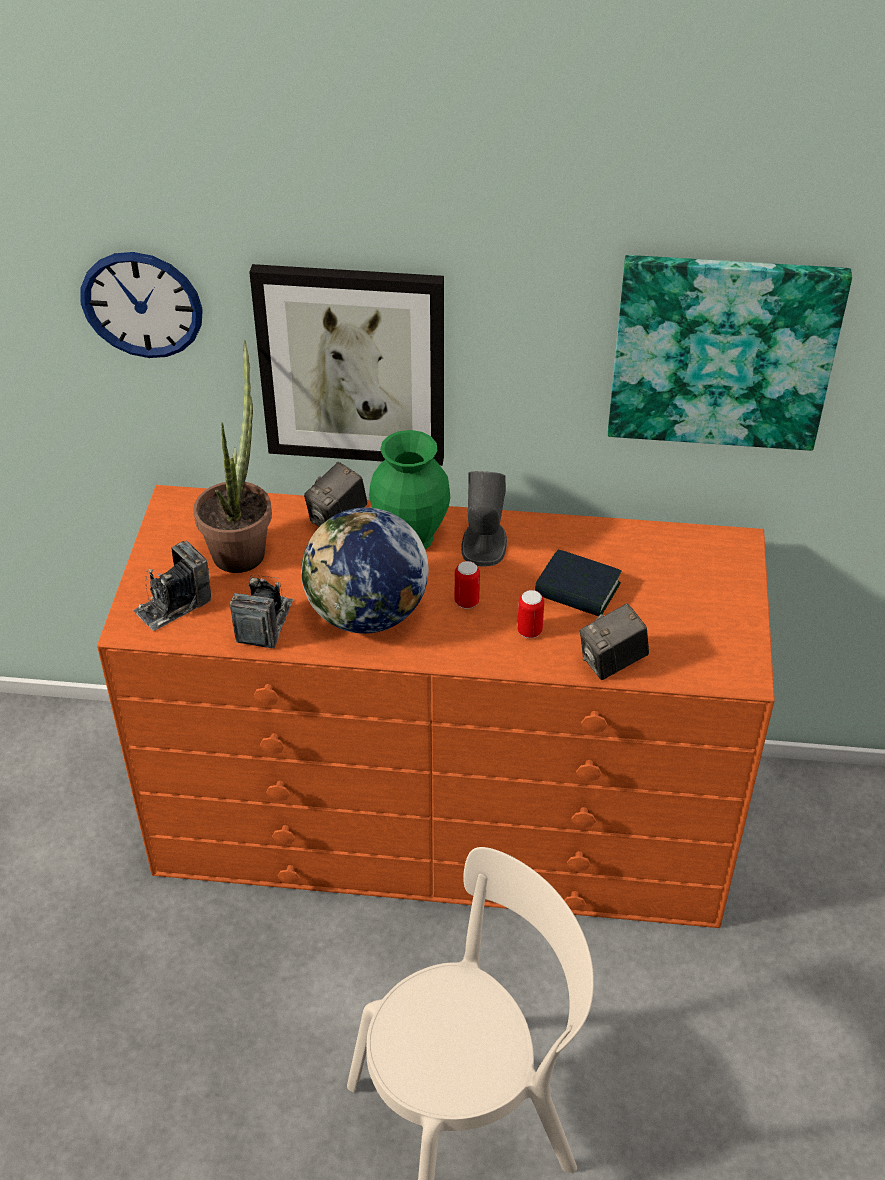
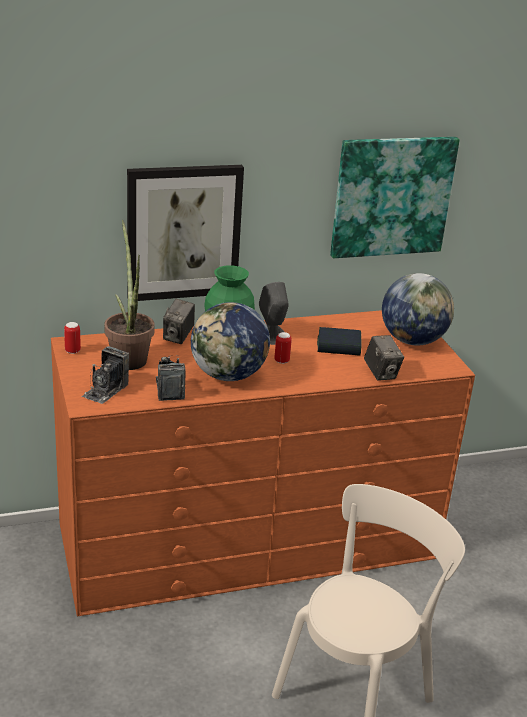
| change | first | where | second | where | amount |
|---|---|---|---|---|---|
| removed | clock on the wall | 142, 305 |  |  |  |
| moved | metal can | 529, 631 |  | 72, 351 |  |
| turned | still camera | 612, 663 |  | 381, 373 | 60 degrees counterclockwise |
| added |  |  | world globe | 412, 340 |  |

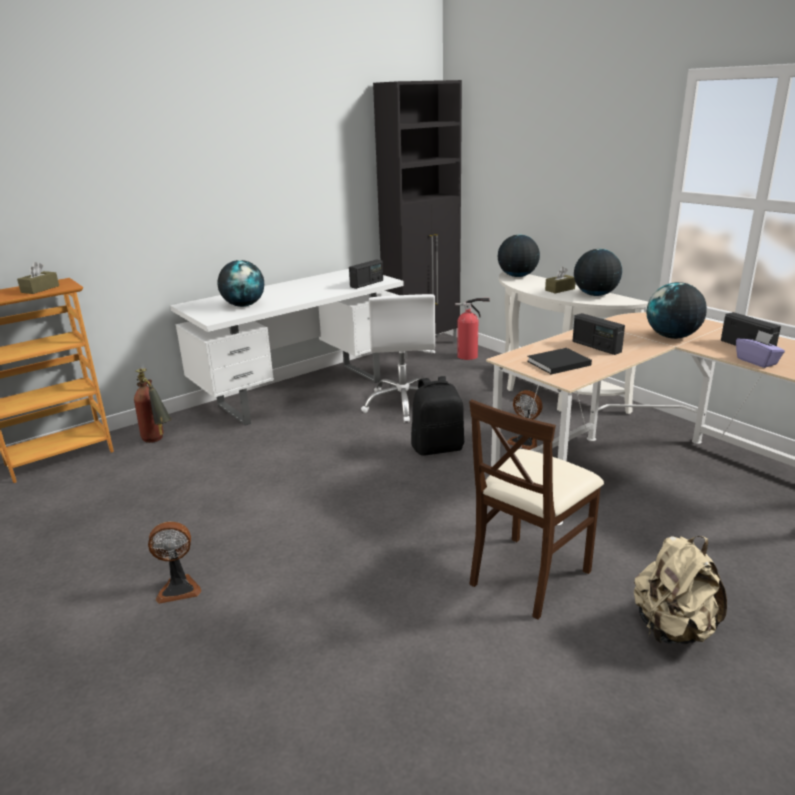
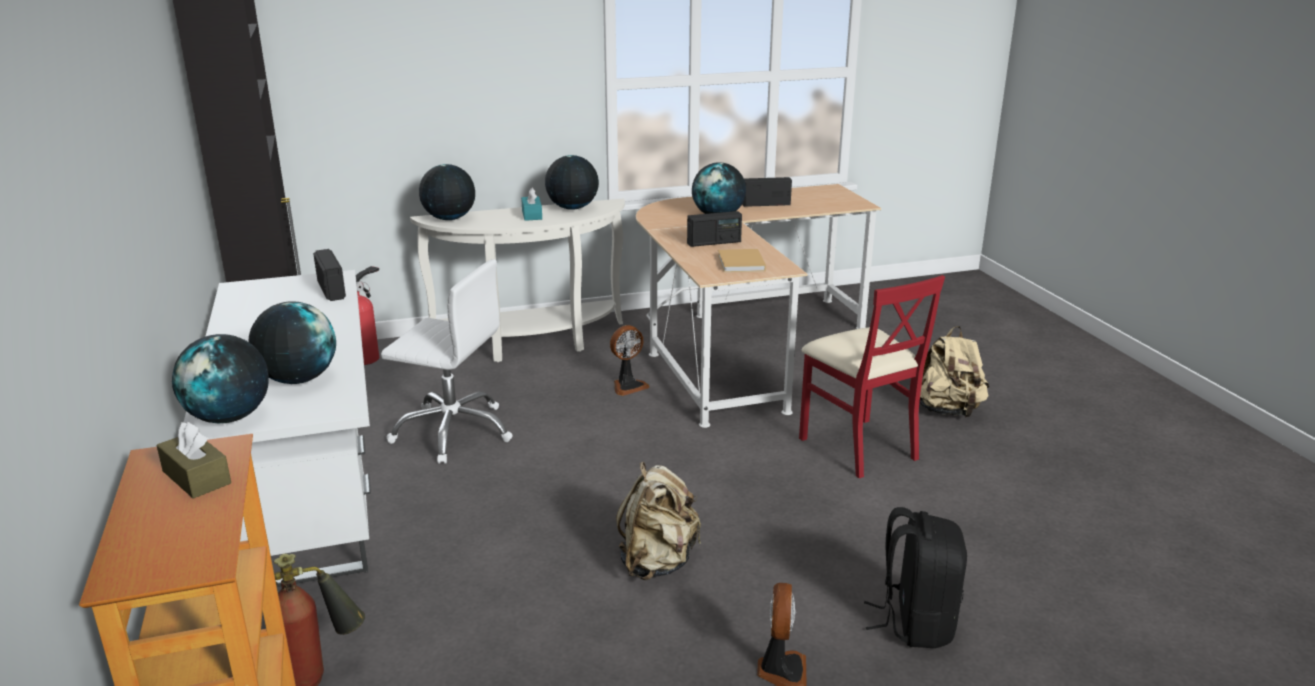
| change | first | where | second | where | amount |
|---|---|---|---|---|---|
| moved | rucksack (black-coloured) | 437, 448 |  | 915, 622 |  |
| recoloured | chair (sand-coloured) | 528, 575 | chair (red-coloured) | 858, 447 |  |
| recoloured | bound book (black-coloured) | 557, 363 | bound book (sand-coloured) | 741, 263 |  |
| recoloured | tissue box (brown-coloured) | 560, 289 | tissue box (turquoise-coloured) | 532, 215 |  |
| removed | tissue box (purple-coloured) | 757, 361 |  |  |  |
| added |  |  | world globe | 229, 417 |  |
| added |  |  | rucksack (sand-coloured) | 657, 562 |  |

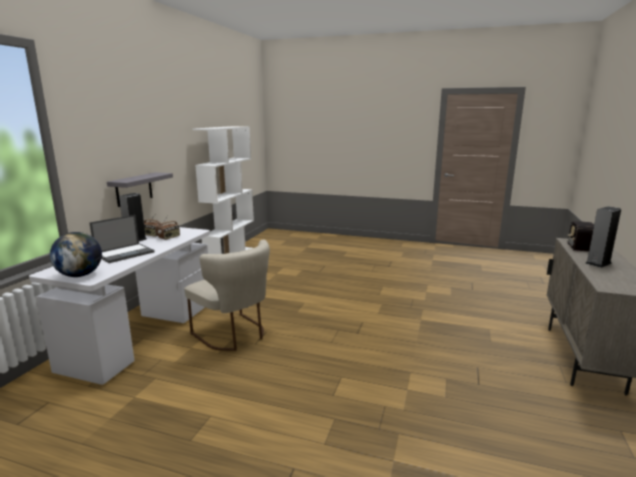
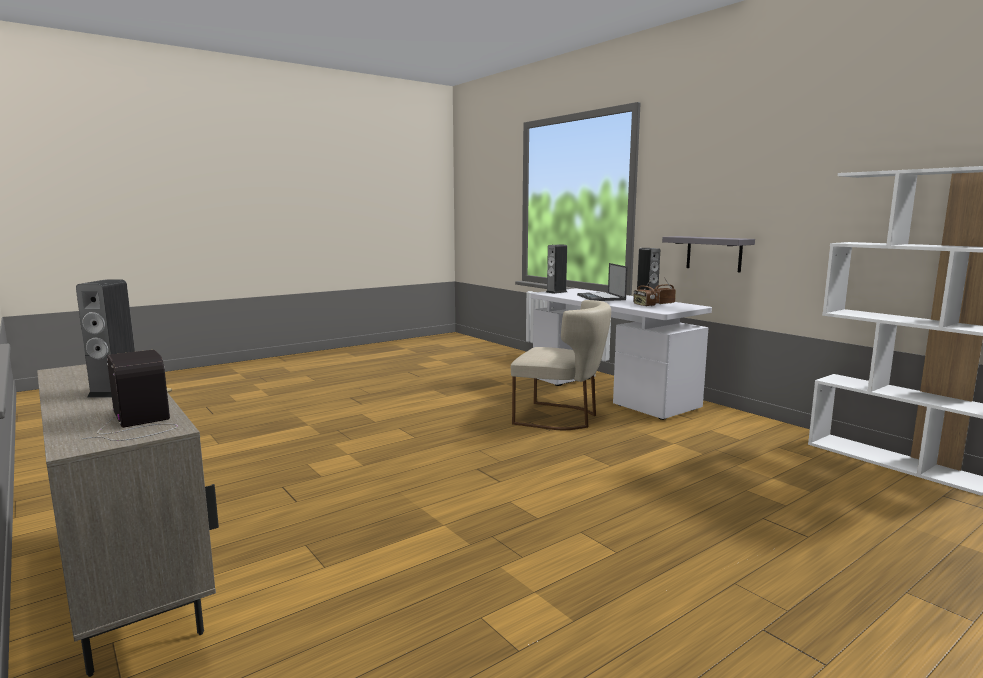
| change | first | where | second | where | amount |
|---|---|---|---|---|---|
| replaced | world globe | 80, 275 | audio speaker | 556, 292 |  |
| turned | chair (sand-coloured) | 234, 335 |  | 561, 418 | 150 degrees counterclockwise |

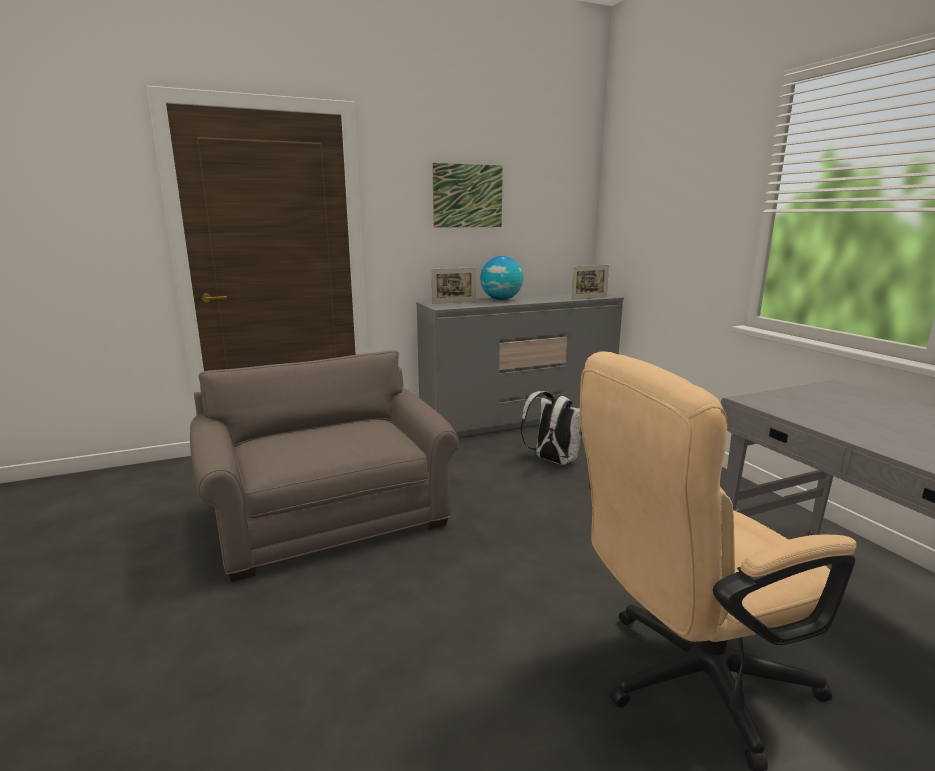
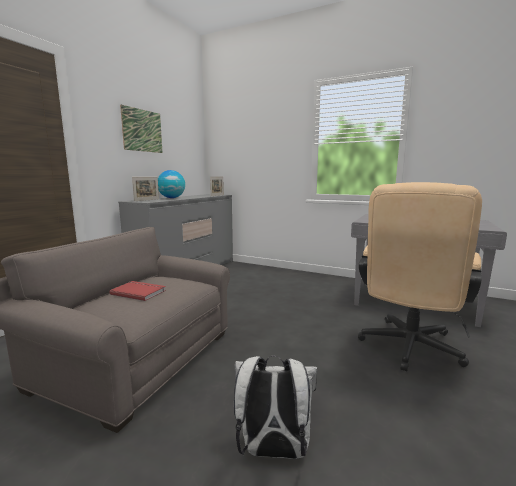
| change | first | where | second | where | amount |
|---|---|---|---|---|---|
| moved | rucksack (white) | 553, 461 |  | 273, 451 |  |
| added |  |  | bound book (red-coloured) | 139, 292 |  |

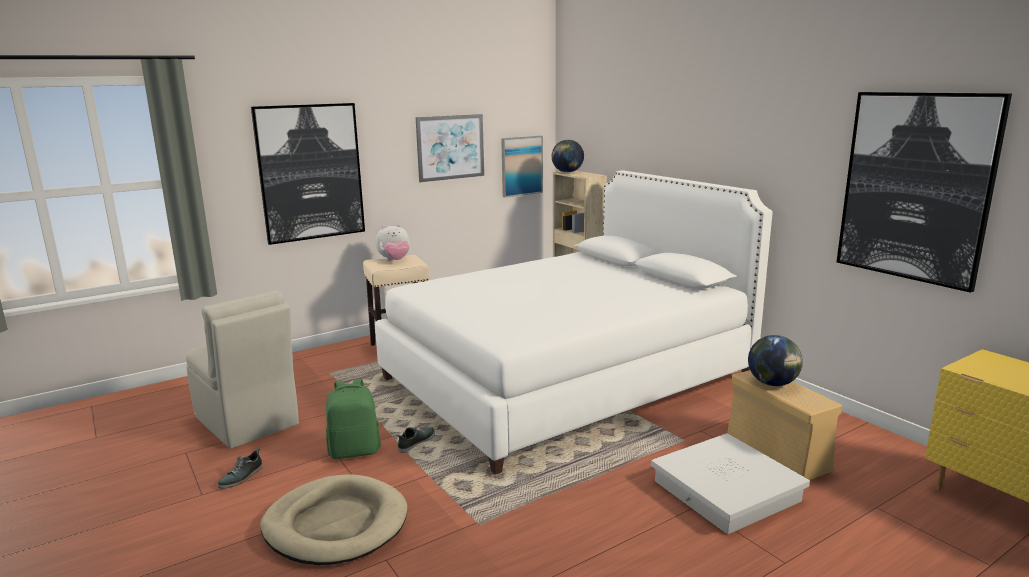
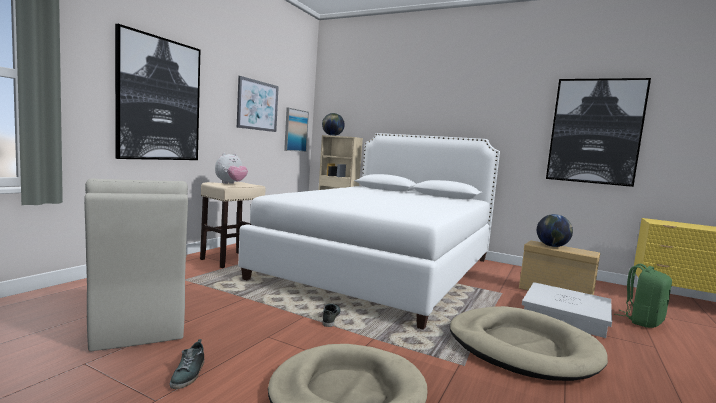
| change | first | where | second | where | amount |
|---|---|---|---|---|---|
| turned | chair (sand-coloured) | 247, 422 |  | 137, 325 | 45 degrees clockwise |
| moved | rucksack (greenish) | 355, 451 |  | 642, 321 |  |
| added |  |  | pet bed (sand-coloured) | 521, 347 |  |

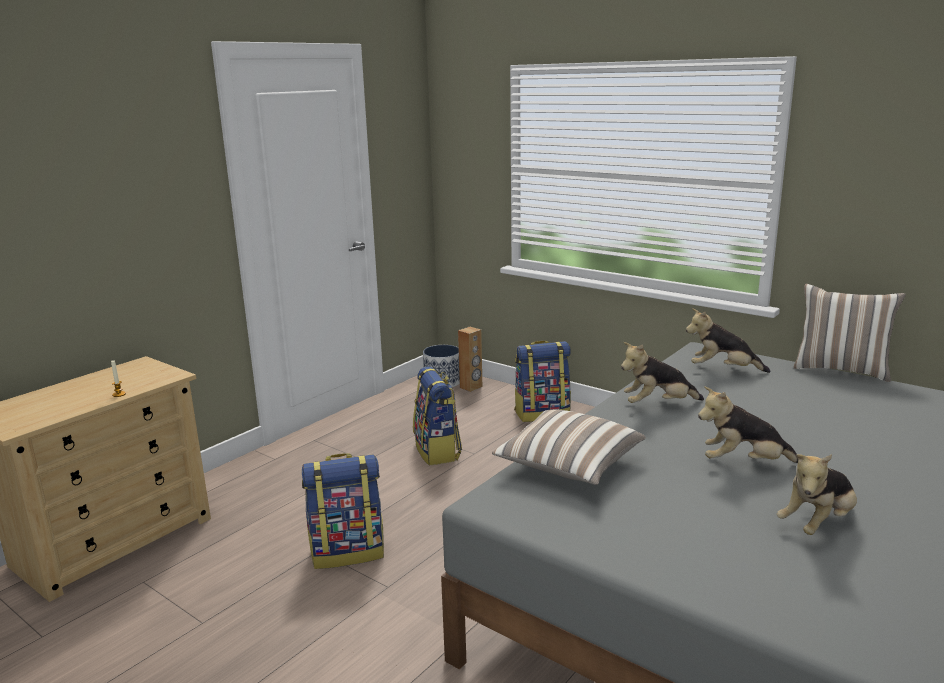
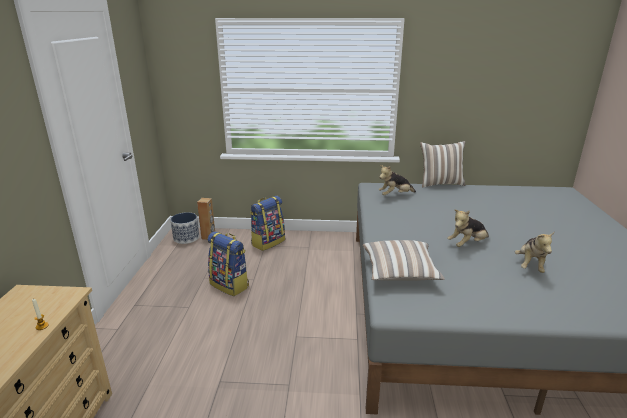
| change | first | where | second | where | amount |
|---|---|---|---|---|---|
| removed | rucksack | 348, 552 |  |  |  |
| removed | soft toy | 658, 404 |  |  |  |

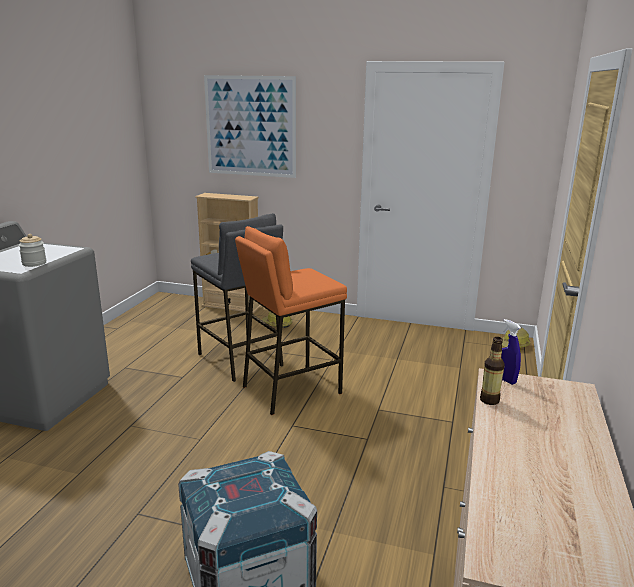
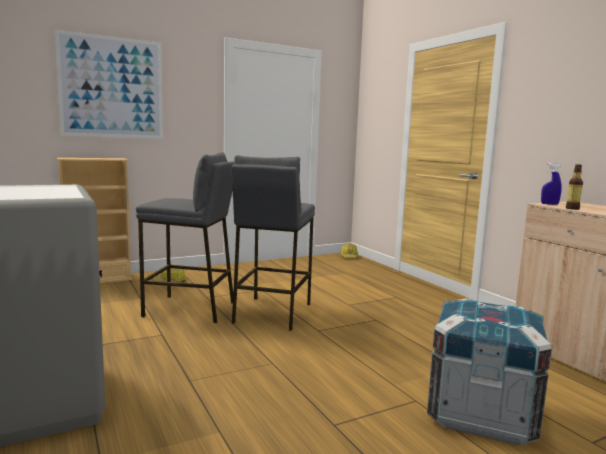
| change | first | where | second | where | amount |
|---|---|---|---|---|---|
| removed | jar | 34, 263 |  |  |  |
| recoloured | sitting stool (orangey) | 290, 389 | sitting stool (greyish) | 271, 313 |  |

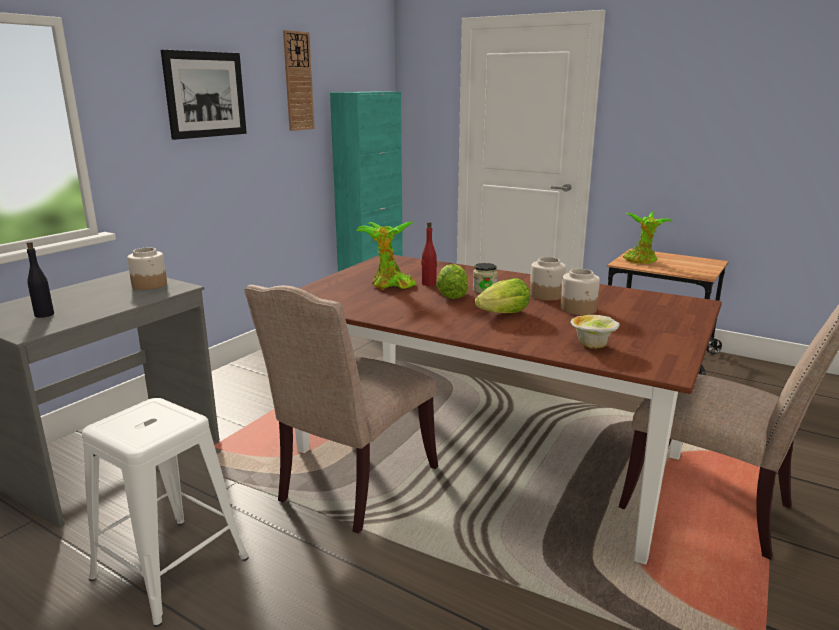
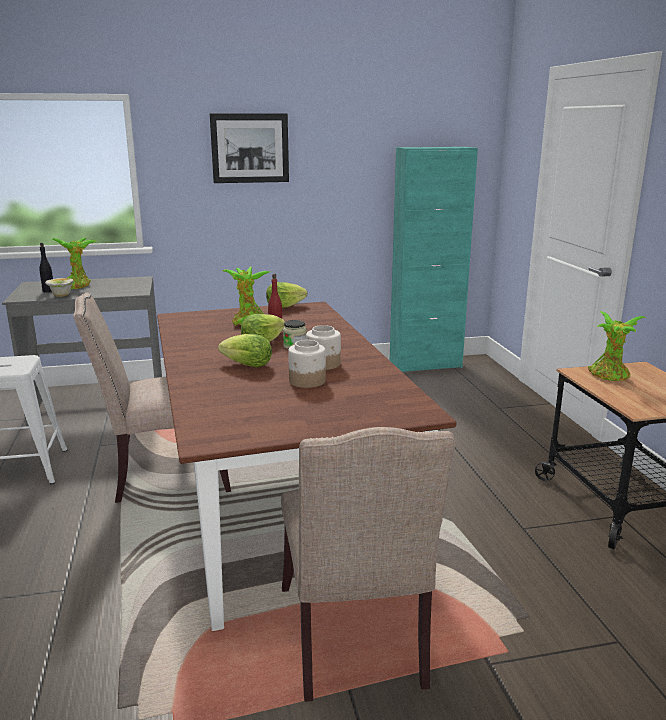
| change | first | where | second | where | amount |
|---|---|---|---|---|---|
| removed | jar | 150, 285 |  |  |  |
| removed | clock on the wall | 298, 81 |  |  |  |
| moved | deep dish | 592, 346 |  | 61, 296 |  |
| added |  |  | potted plant | 76, 286 |  |
| added |  |  | lettuce | 284, 306 |  |

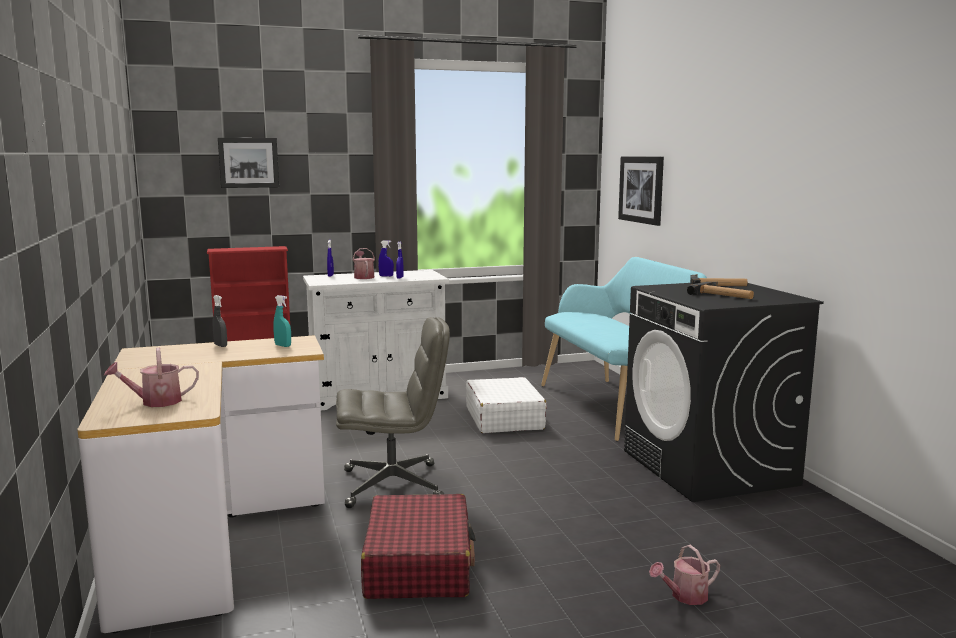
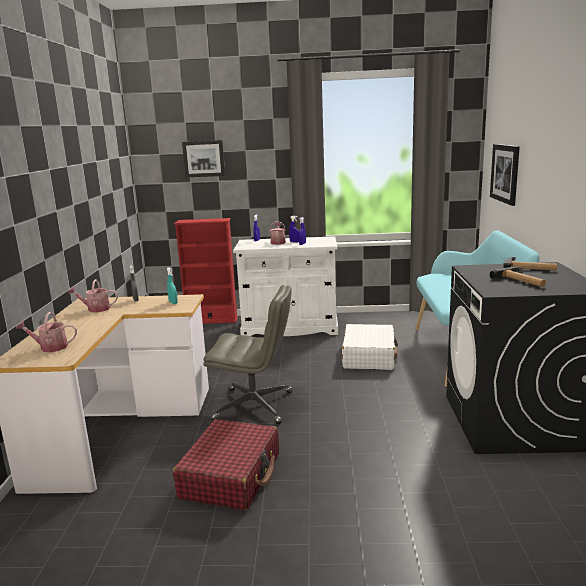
| change | first | where | second | where | amount |
|---|---|---|---|---|---|
| moved | watering can | 684, 596 |  | 95, 309 |  |

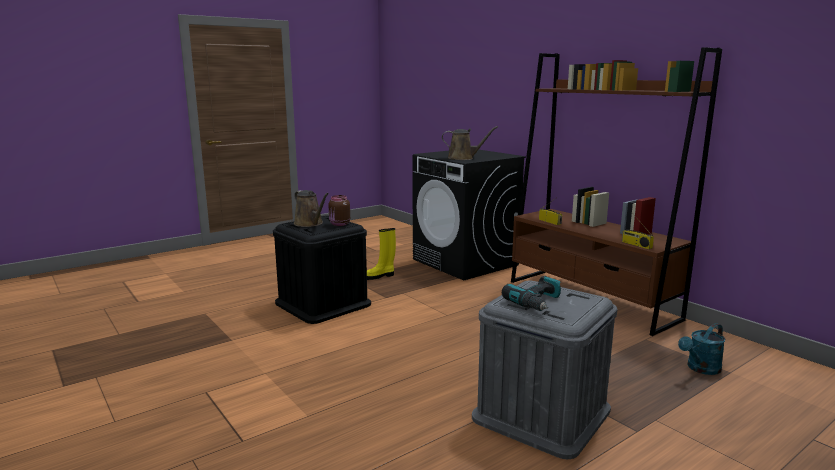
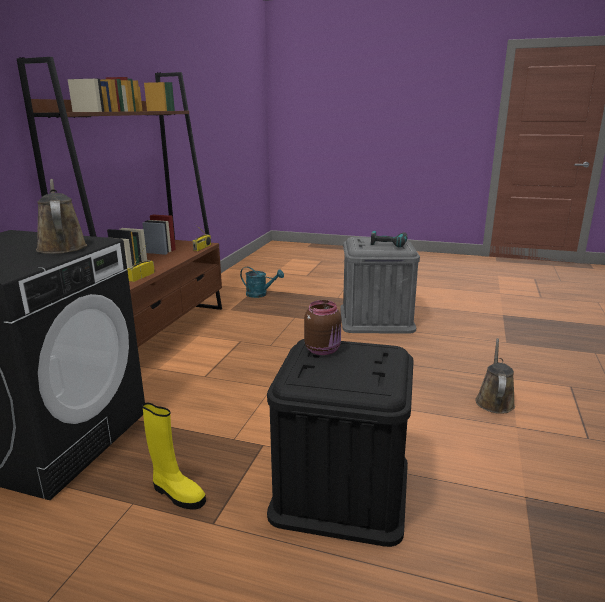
| change | first | where | second | where | amount |
|---|---|---|---|---|---|
| moved | watering can (brown-coloured) | 310, 224 |  | 494, 401 |  |

